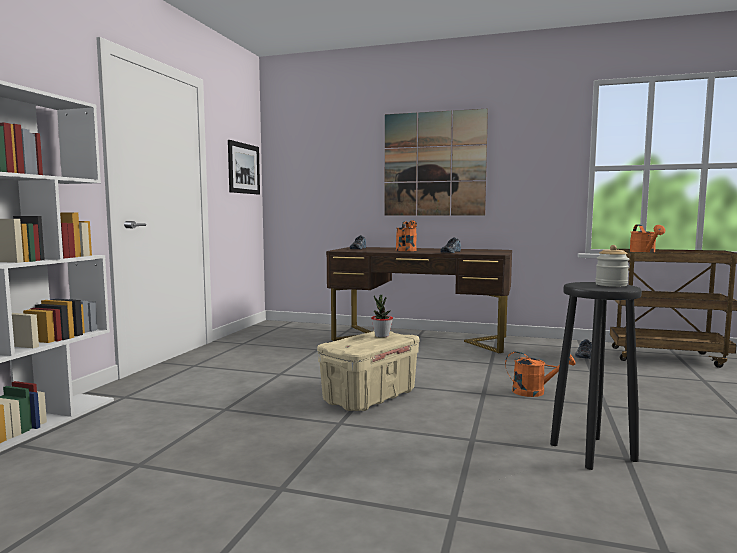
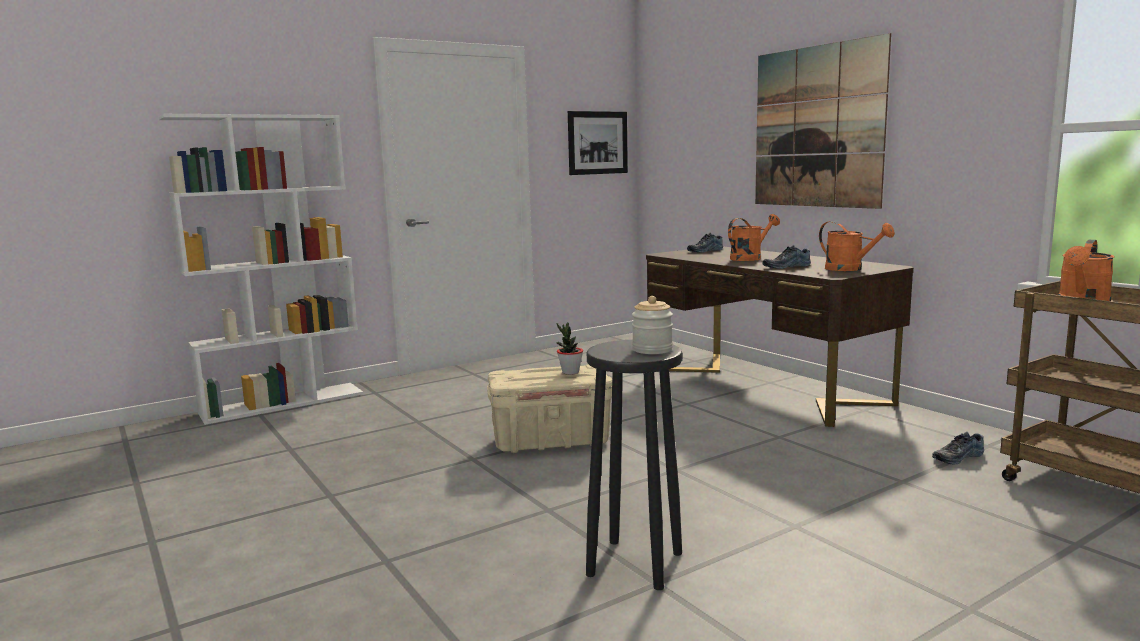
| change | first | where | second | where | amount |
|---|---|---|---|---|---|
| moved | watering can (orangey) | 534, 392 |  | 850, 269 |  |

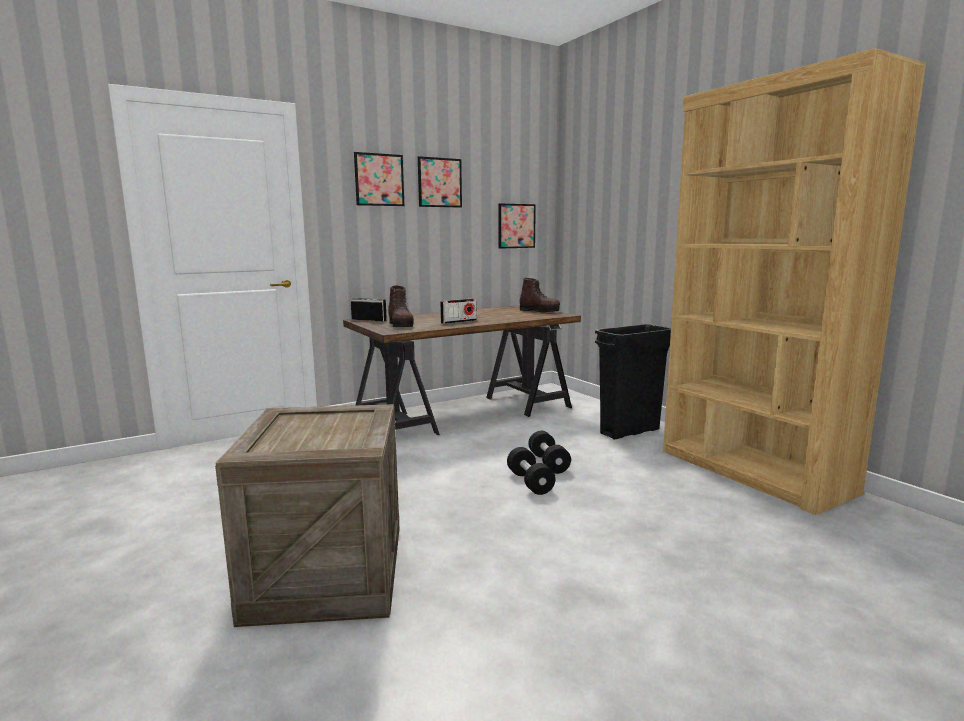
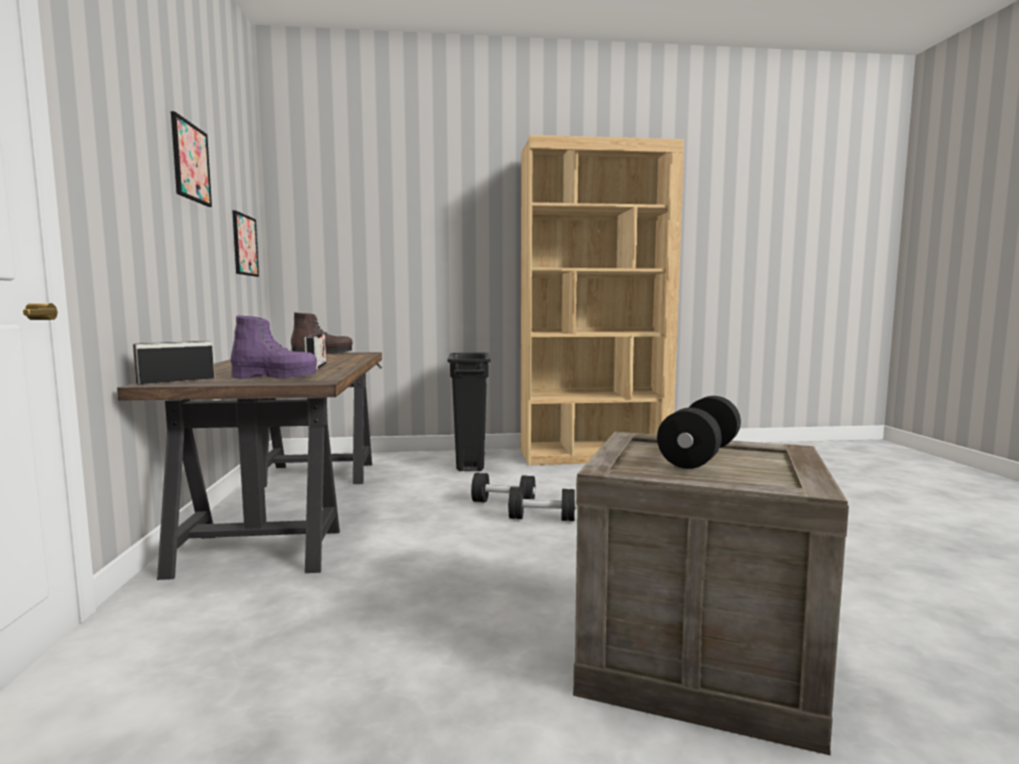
| change | first | where | second | where | amount |
|---|---|---|---|---|---|
| removed | wall art | 379, 180 |  |  |  |
| recoloured | boot (brown-coloured) | 401, 325 | boot (purple-coloured) | 275, 377 |  |
| added |  |  | dumbbell (black-coloured) | 700, 455 |  |

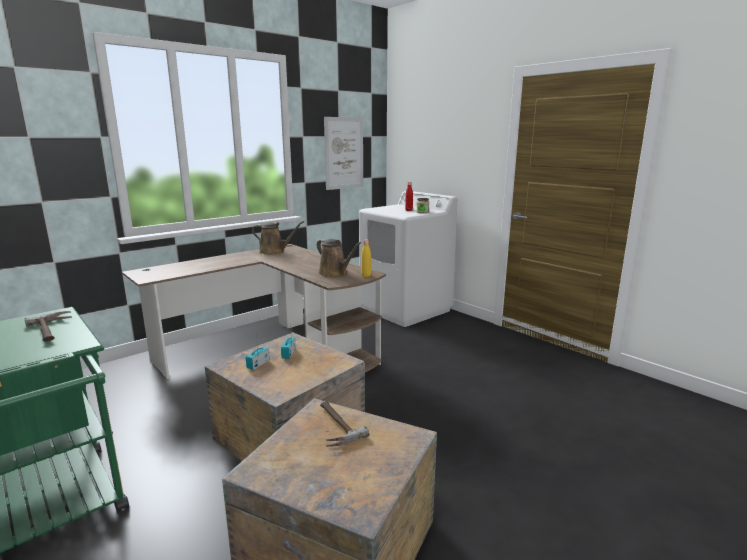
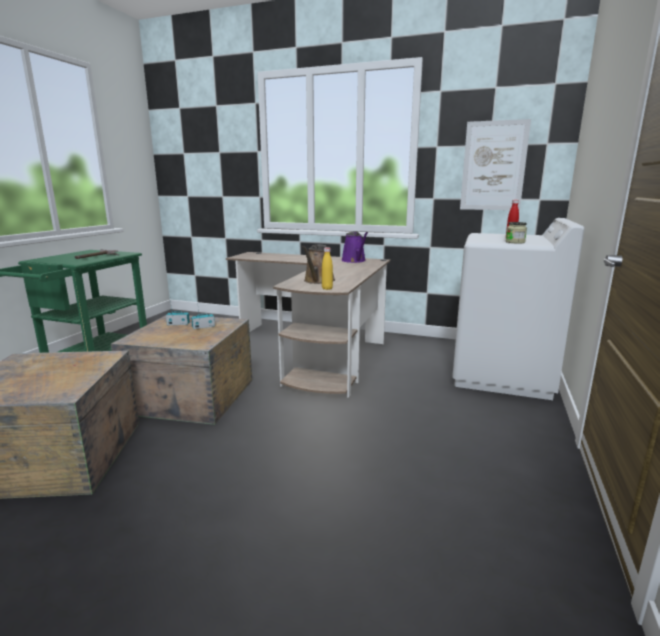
| change | first | where | second | where | amount |
|---|---|---|---|---|---|
| recoloured | watering can (brown-coloured) | 274, 251 | watering can (purple-coloured) | 354, 261 |  |
| removed | tool hammer | 333, 426 |  |  |  |

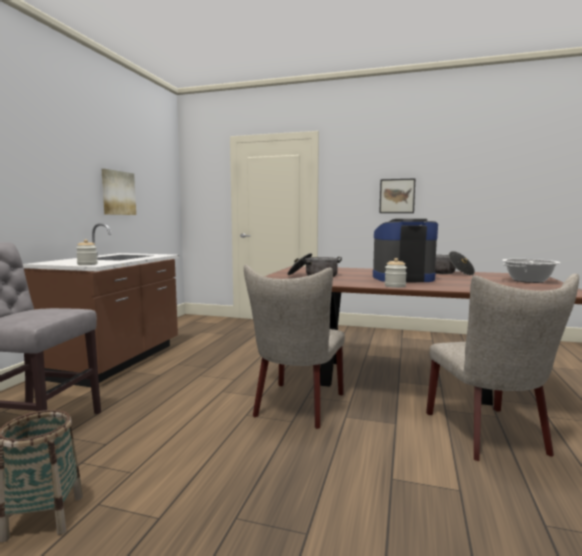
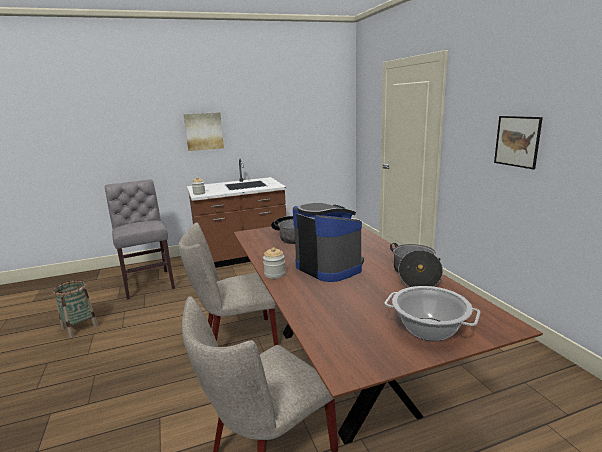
| change | first | where | second | where | amount |
|---|---|---|---|---|---|
| moved | wall art | 118, 193 |  | 204, 131 |  |

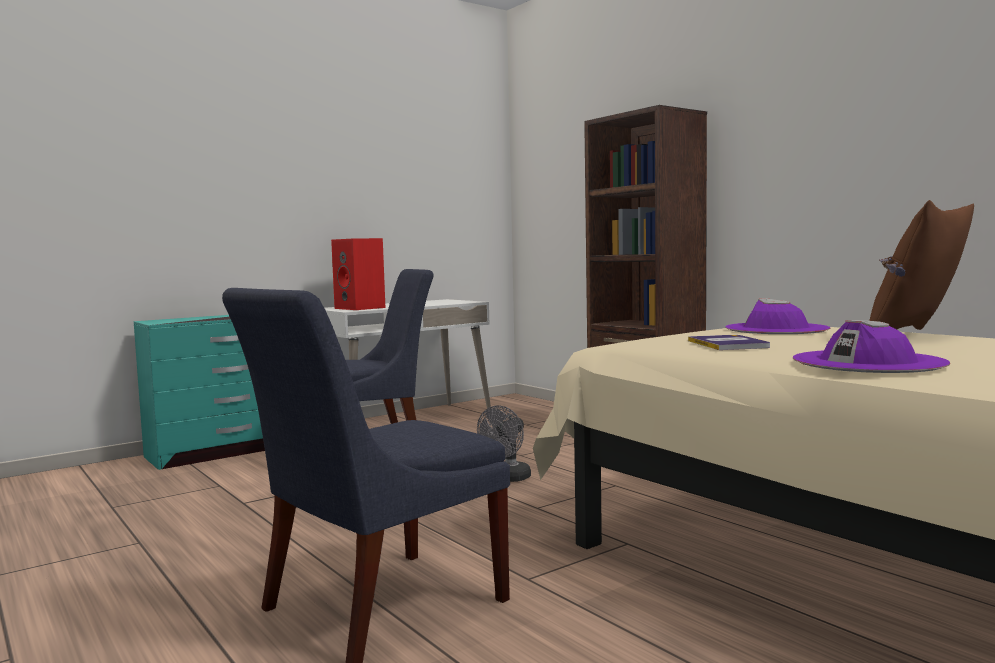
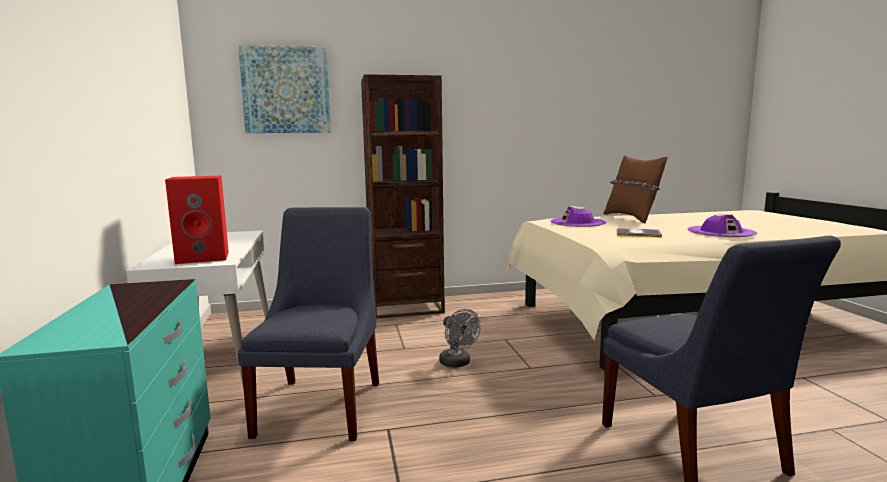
| change | first | where | second | where | amount |
|---|---|---|---|---|---|
| added |  |  | wall art | 286, 90 |  |

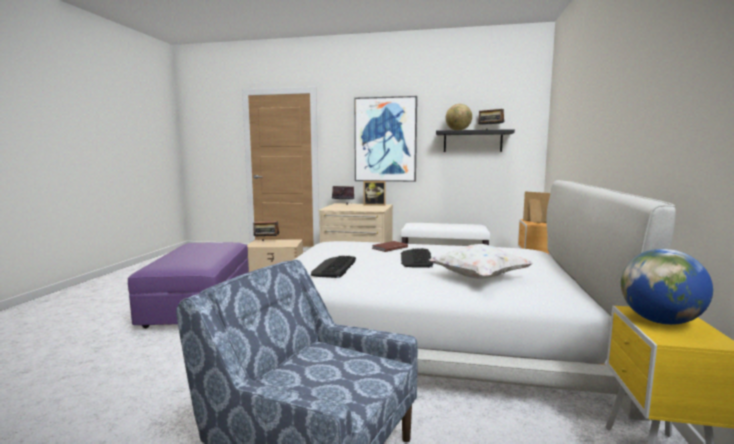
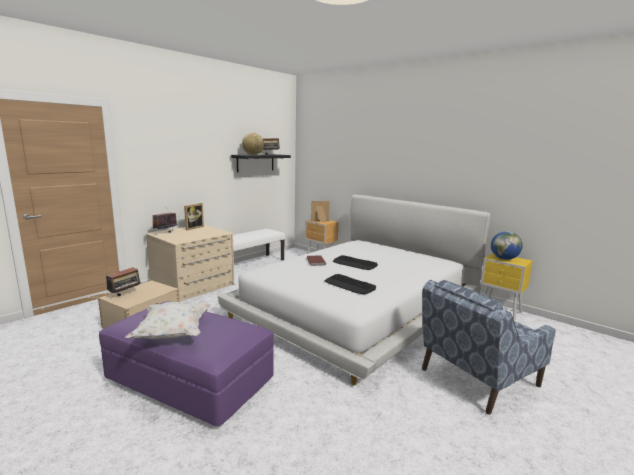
| change | first | where | second | where | amount |
|---|---|---|---|---|---|
| removed | wall art | 385, 139 |  |  |  |
| moved | pillow (white) | 479, 278 |  | 173, 334 |  |

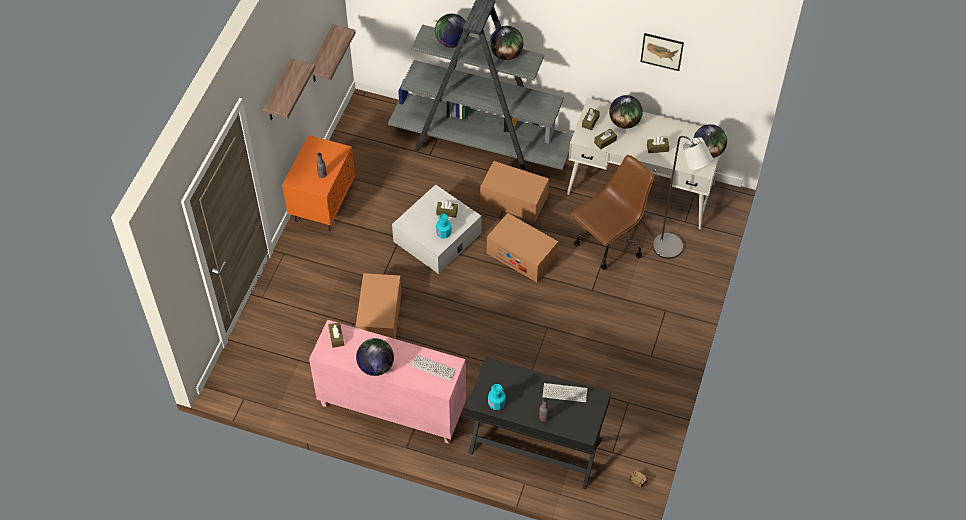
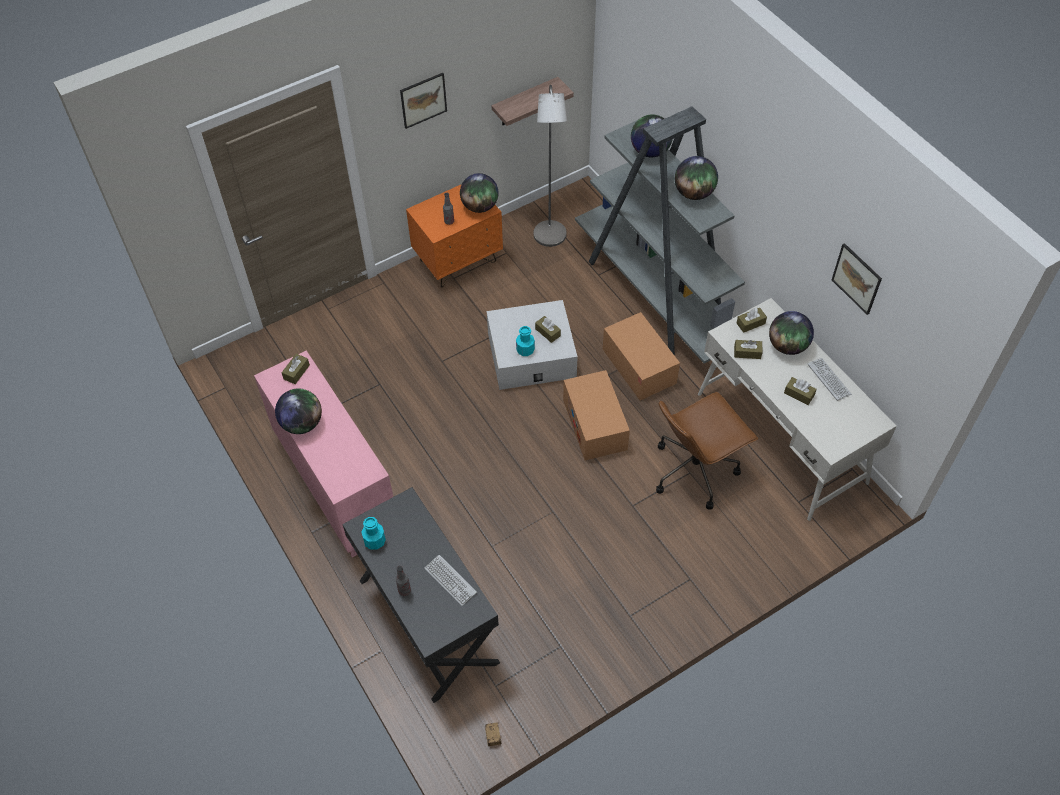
| change | first | where | second | where | amount |
|---|---|---|---|---|---|
| replaced | wall shelf | 278, 92 | wall art | 423, 100 |  |
| removed | cardboard box | 380, 316 |  |  |  |
| moved | computer keyboard | 433, 368 |  | 829, 379 |  |
| turned | desk chair (brown-coloured) | 609, 243 |  | 695, 470 | 150 degrees clockwise |
| moved | floor lamp (greyish) | 672, 250 |  | 550, 239 |  |
| moved | world globe | 708, 151 |  | 480, 206 |  |

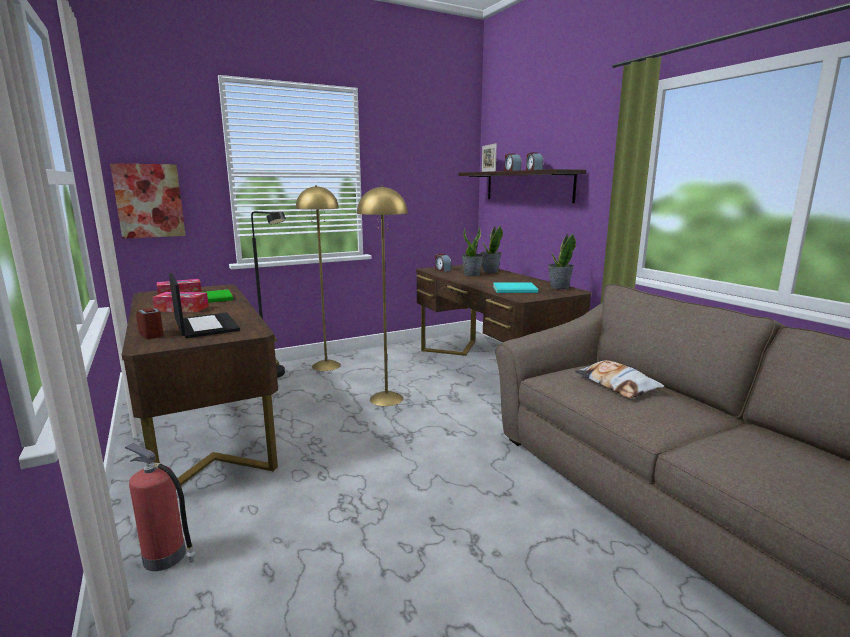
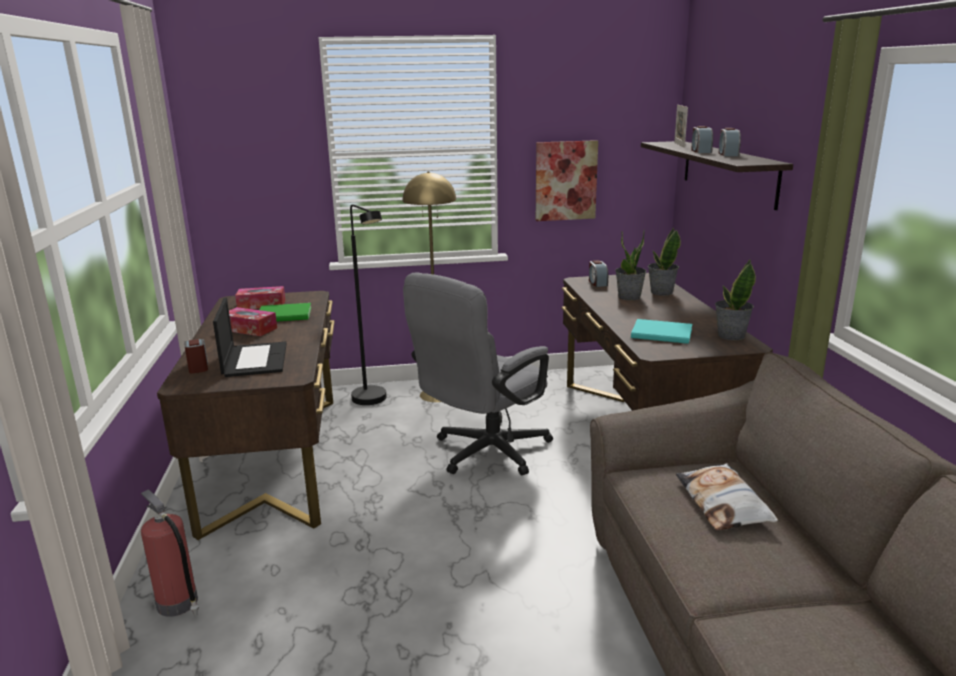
| change | first | where | second | where | amount |
|---|---|---|---|---|---|
| moved | wall art | 149, 201 |  | 565, 180 |  |
| replaced | floor lamp (yellowish) | 386, 398 | desk chair (greyish) | 483, 454 |  |

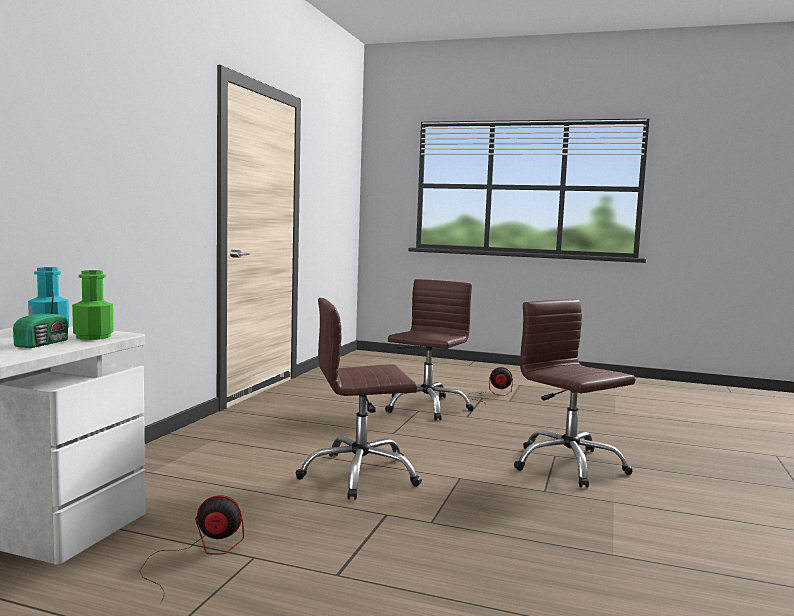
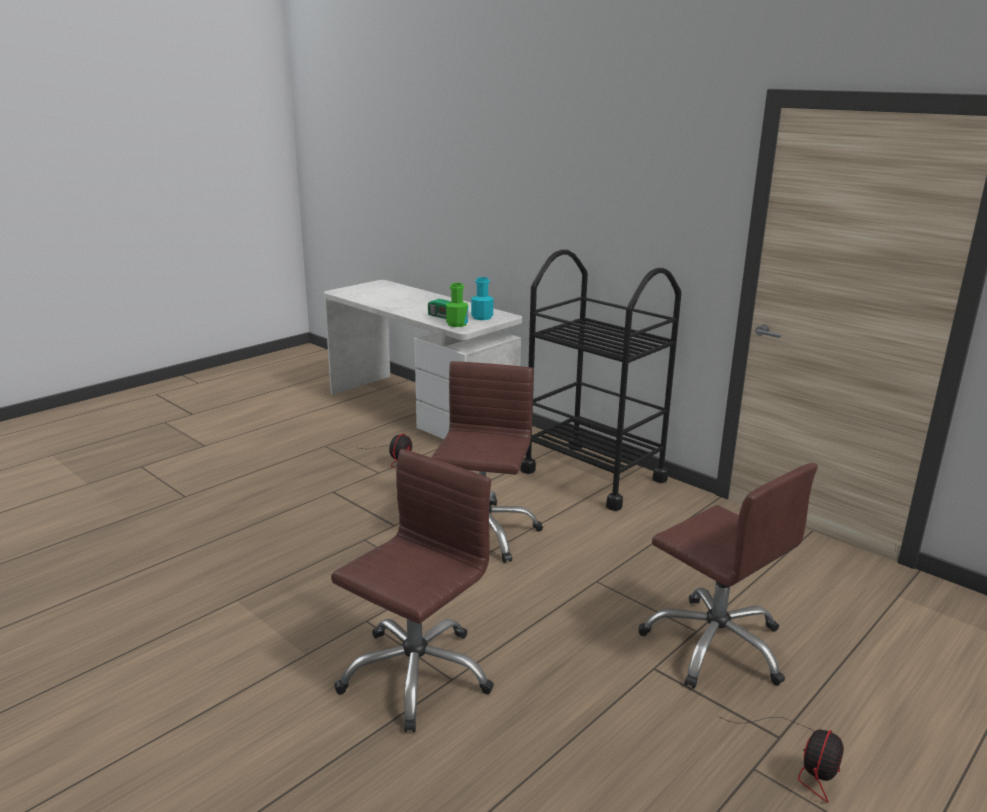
| change | first | where | second | where | amount |
|---|---|---|---|---|---|
| turned | desk chair (brown-coloured) | 568, 465 |  | 415, 674 | 45 degrees counterclockwise |
| added |  |  | wheeled cart (black-coloured) | 593, 475 |  |

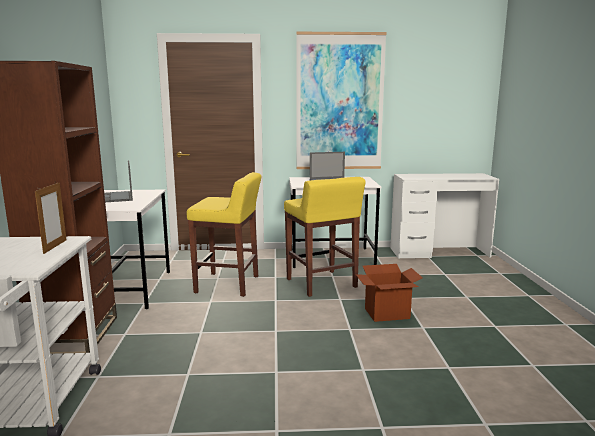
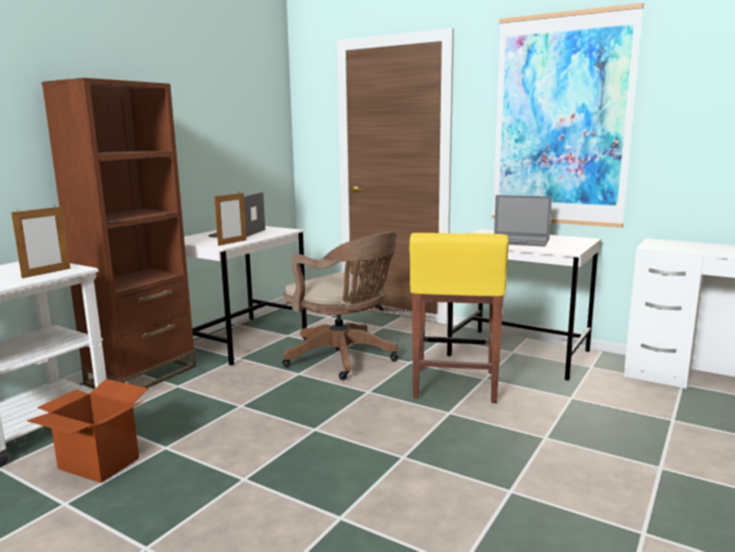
| change | first | where | second | where | amount |
|---|---|---|---|---|---|
| replaced | sitting stool (yellowish) | 228, 284 | desk chair (brown-coloured) | 344, 359 |  |
| moved | cardboard box | 386, 314 |  | 98, 463 |  |
| added |  |  | standing frame | 232, 242 |  |

